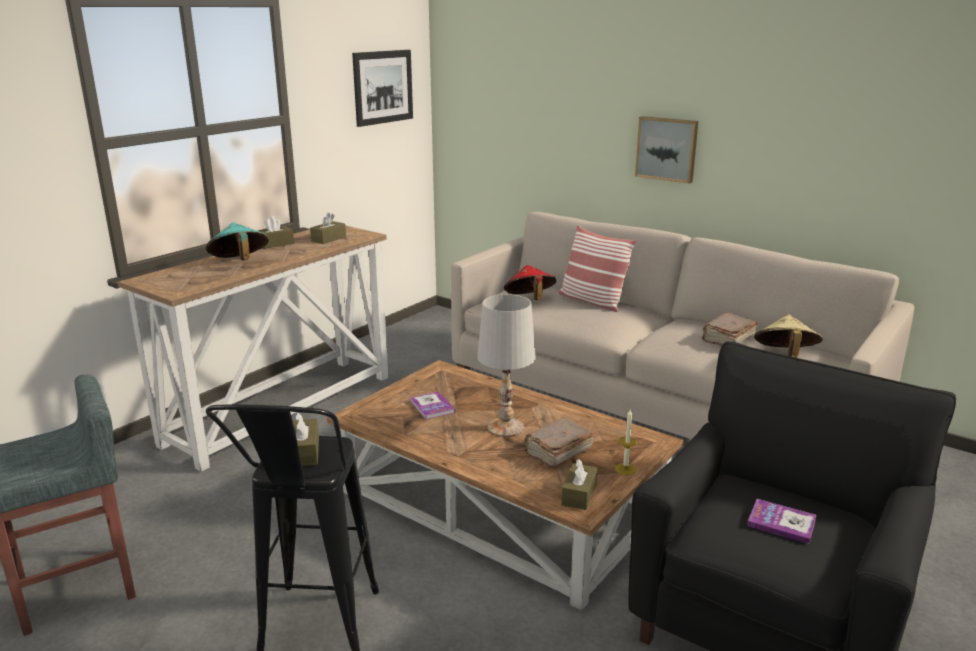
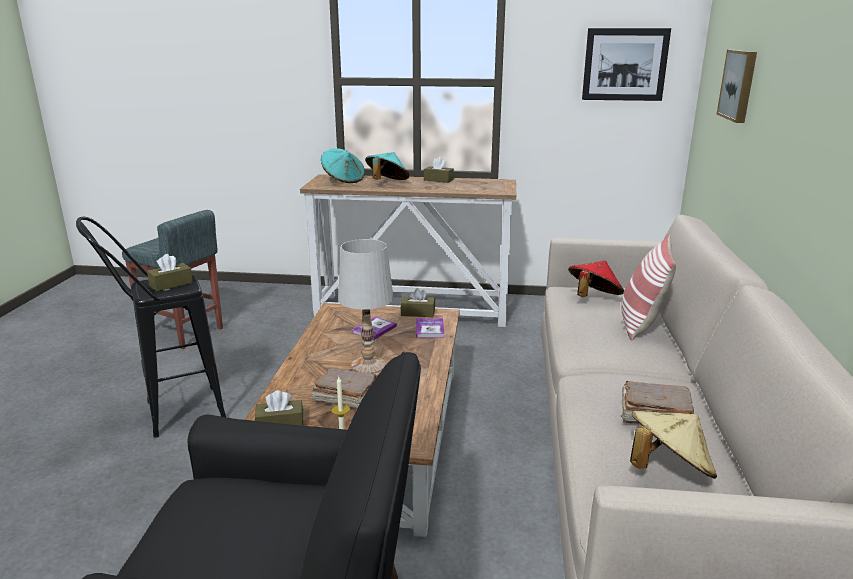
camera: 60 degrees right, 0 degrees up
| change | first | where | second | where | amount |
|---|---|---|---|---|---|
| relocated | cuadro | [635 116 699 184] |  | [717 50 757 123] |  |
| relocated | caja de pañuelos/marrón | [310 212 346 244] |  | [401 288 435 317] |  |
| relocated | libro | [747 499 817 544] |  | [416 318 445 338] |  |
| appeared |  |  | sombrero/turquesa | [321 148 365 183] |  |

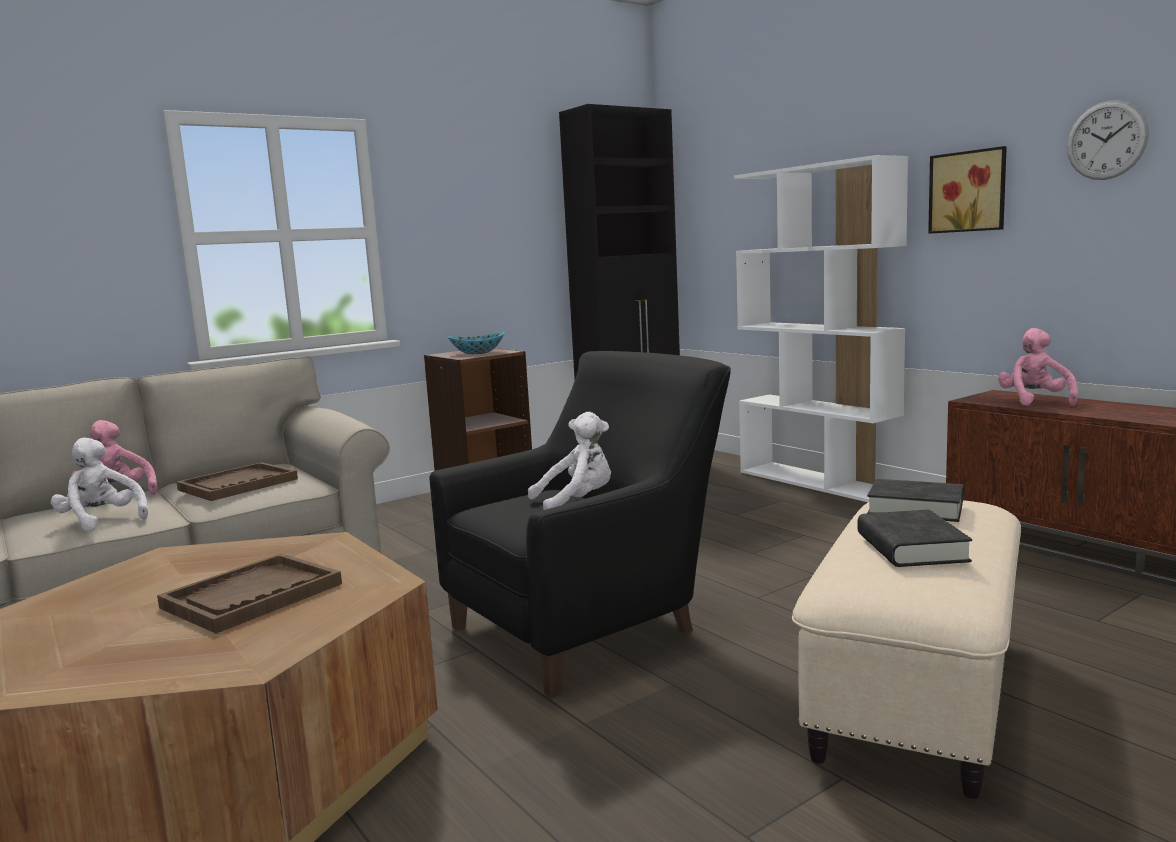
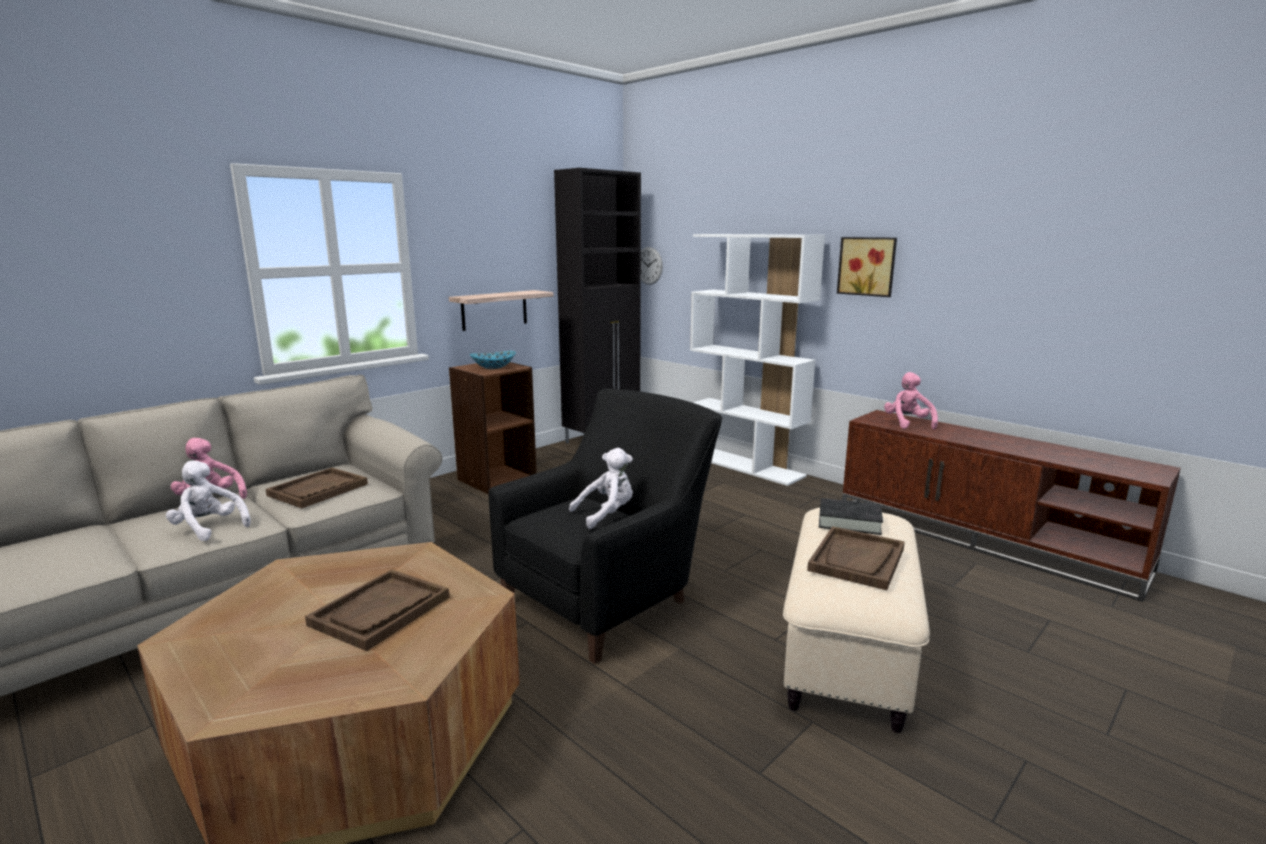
camera: 10 degrees left, 5 degrees up
| change | first | where | second | where | amount |
|---|---|---|---|---|---|
| relocated | reloj de pared | [1067 100 1149 180] |  | [641 247 663 285] |  |
| exchanged | libro/negro | [857 510 972 567] | bandeja/marrón | [807 526 905 590] |  |
| appeared |  |  | estante | [449 290 554 331] |  |

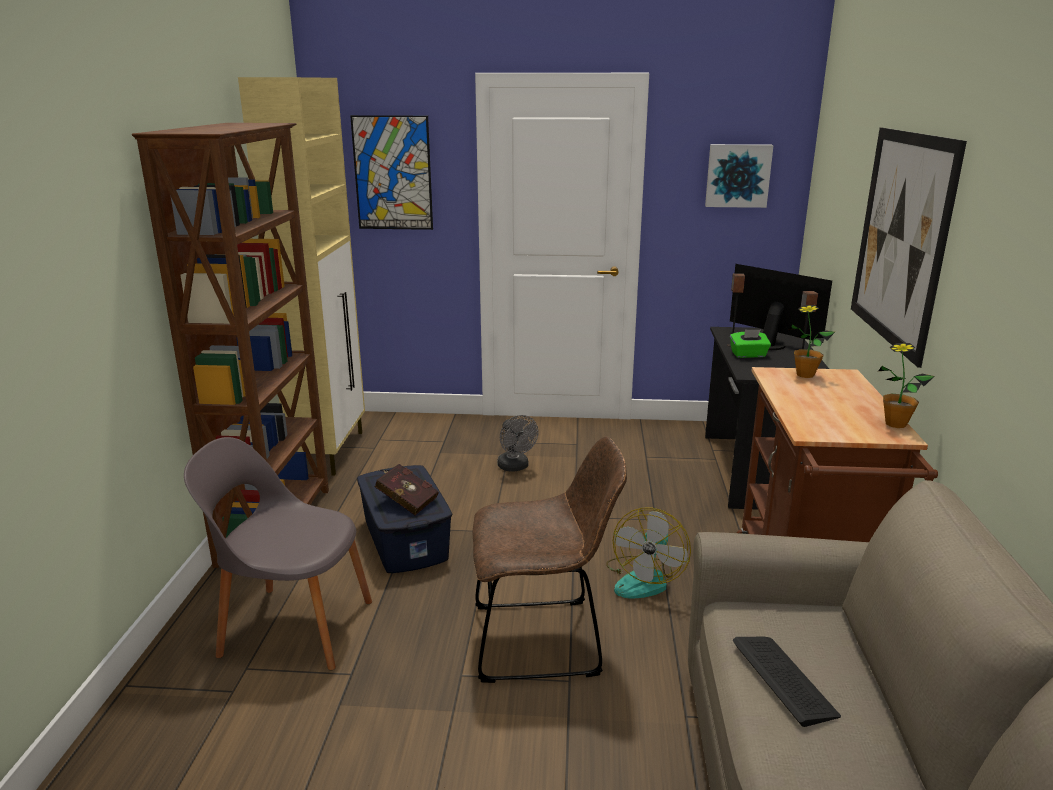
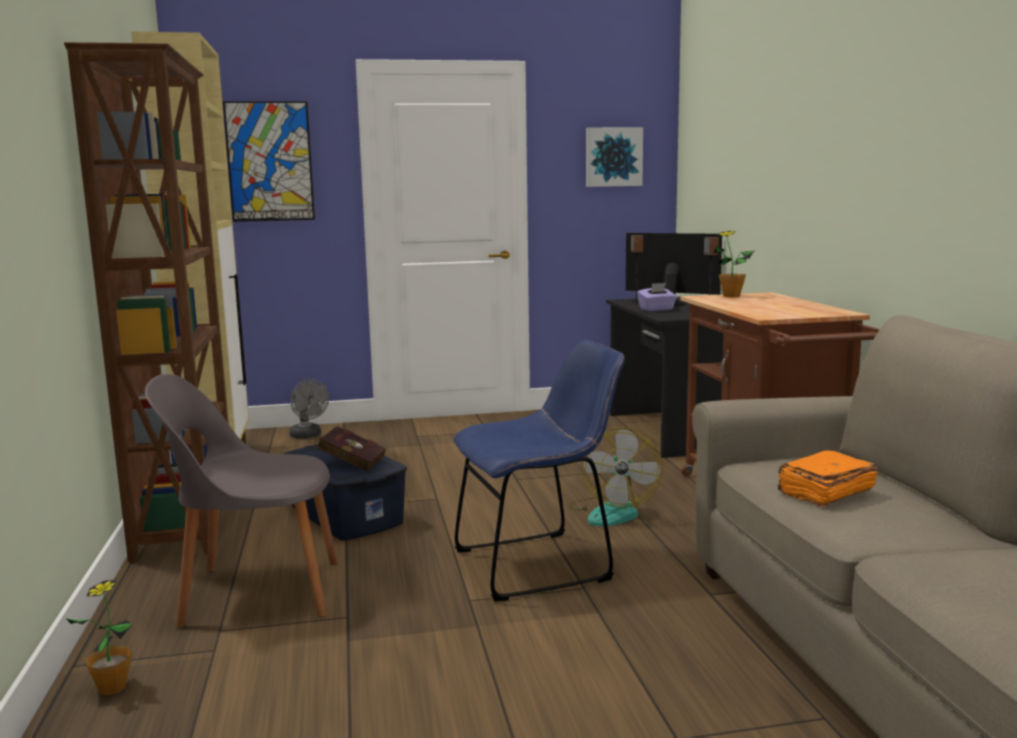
camera: 15 degrees left, 10 degrees down
| change | first | where | second | where | amount |
|---|---|---|---|---|---|
| missing | cuadro | [851 128 967 368] |  |  |  |
| colour | caja de pañuelos/verde | [730 329 771 358] | caja de pañuelos/morado | [637 283 677 311] |  |
| relocated | planta en maceta | [878 343 935 428] |  | [65 580 132 695] |  |
| relocated | ventilador/gris | [497 415 539 472] |  | [289 379 329 439] |  |
| colour | silla/marrón | [473 436 627 683] | silla/azul | [453 340 625 601] |  |
| exchanged | teclado | [733 637 841 727] | libro/naranja | [777 450 878 507] |  |

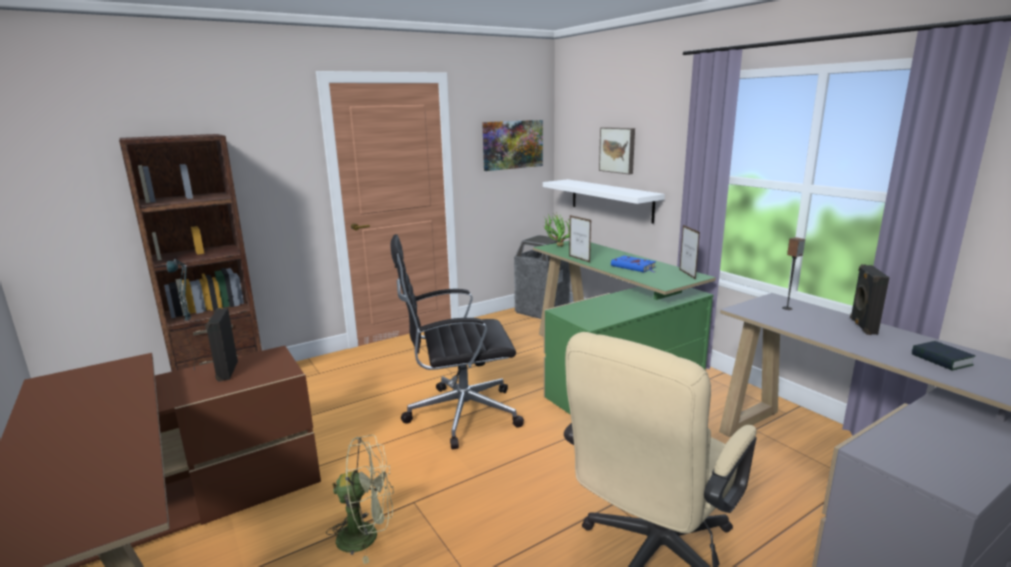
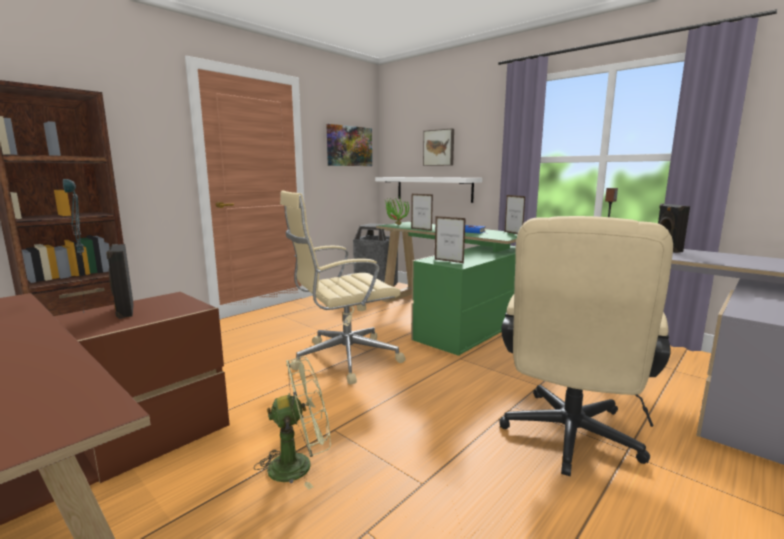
camera: 15 degrees left, 5 degrees down
| change | first | where | second | where | amount |
|---|---|---|---|---|---|
| colour | silla de oficina/negro | [391 234 524 449] | silla de oficina/beis | [280 191 406 385] |  |
| missing | libro | [912 341 975 371] |  |  |  |
| appeared |  |  | portarretratos | [435 216 466 263] |  |

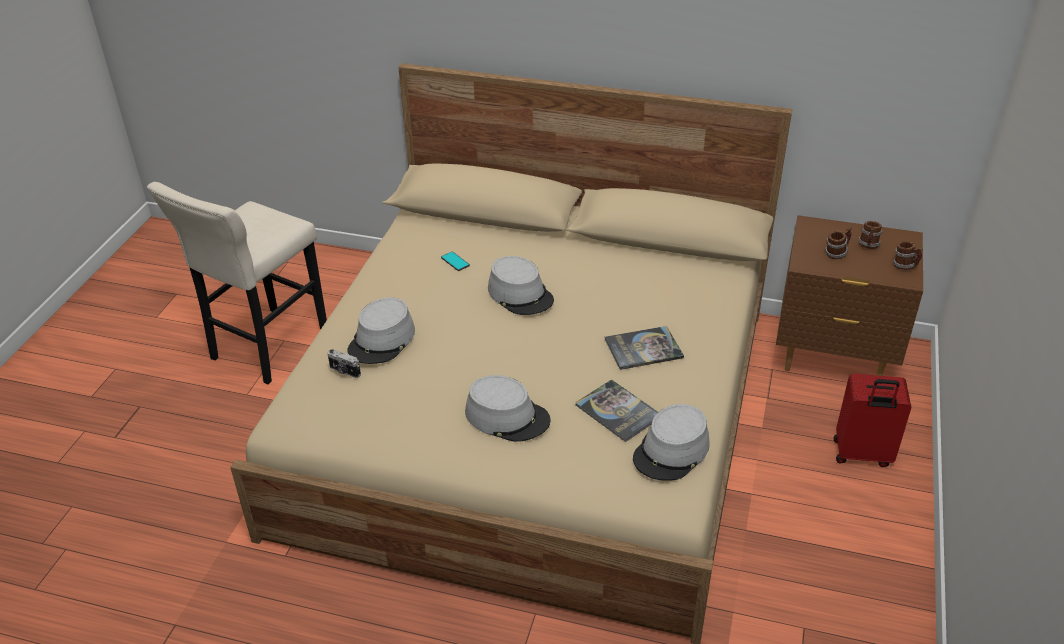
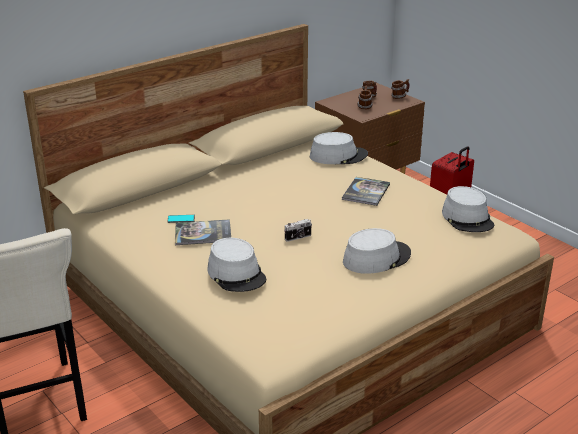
camera: 55 degrees left, 10 degrees down
| change | first | where | second | where | amount |
|---|---|---|---|---|---|
| relocated | sombrero/gris | [488 256 554 315] |  | [310 132 368 164] |  |
| relocated | cámara | [327 349 361 378] |  | [284 219 312 242] |  |
| relocated | libro | [575 379 658 442] |  | [175 219 231 245] |  |

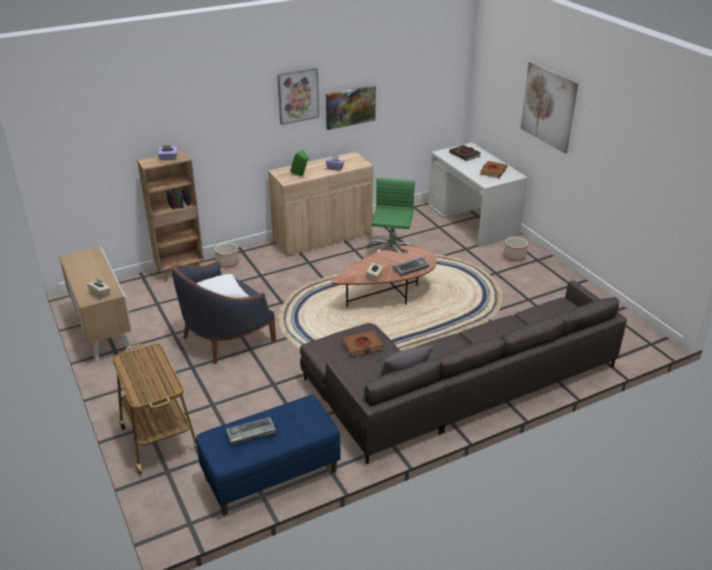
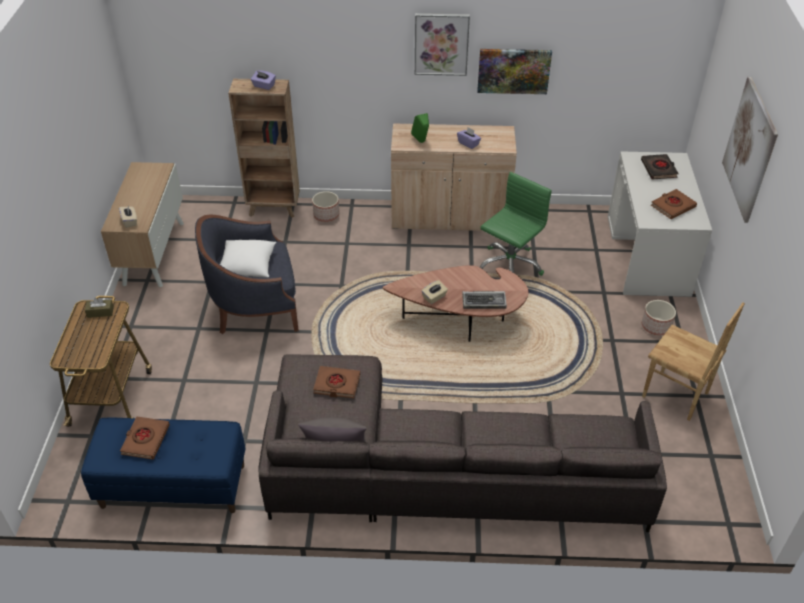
camera: 30 degrees right, 10 degrees up
| change | first | where | second | where | amount |
|---|---|---|---|---|---|
| exchanged | teclado | [226 417 276 445] | libro/marrón | [120 416 170 460] |  |
| appeared |  |  | caja de pañuelos/marrón | [85 298 114 318] |  |
| appeared |  |  | silla/marrón | [642 302 745 421] |  |

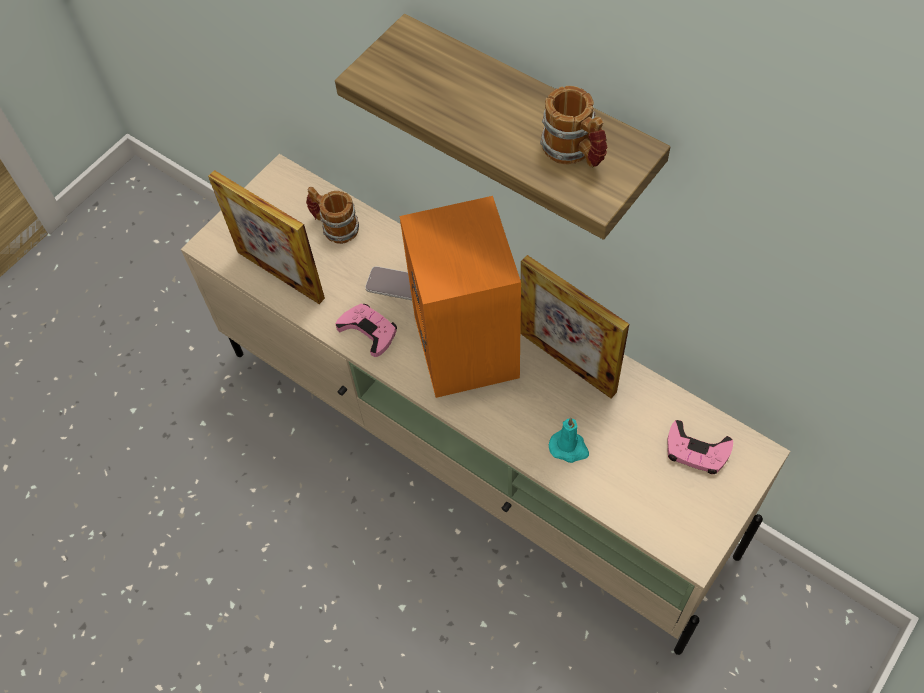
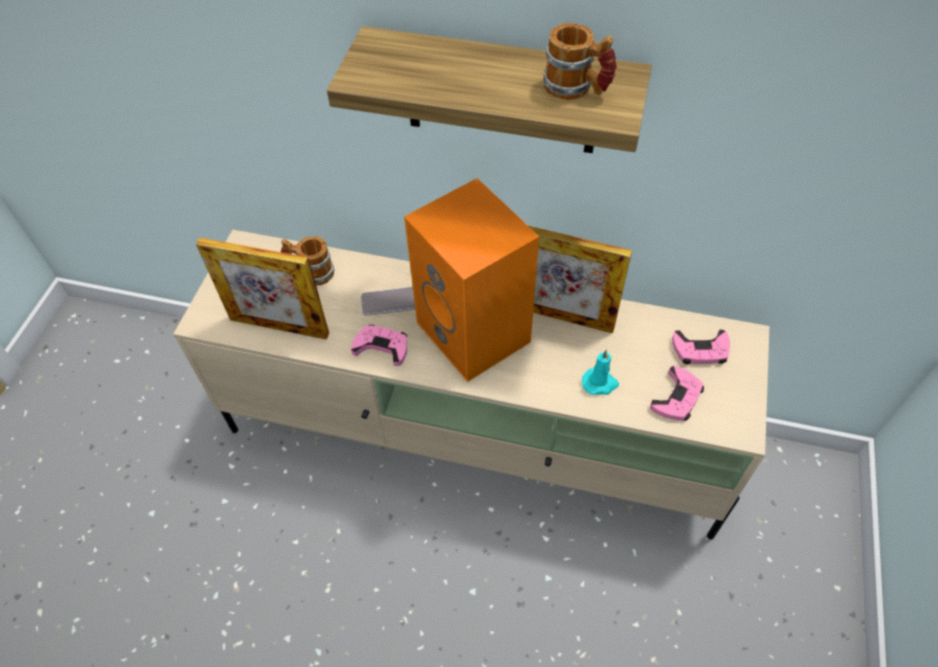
camera: 25 degrees left, 5 degrees down
| change | first | where | second | where | amount |
|---|---|---|---|---|---|
| appeared |  |  | mando de consola/rosa | [650 366 704 421] |  |

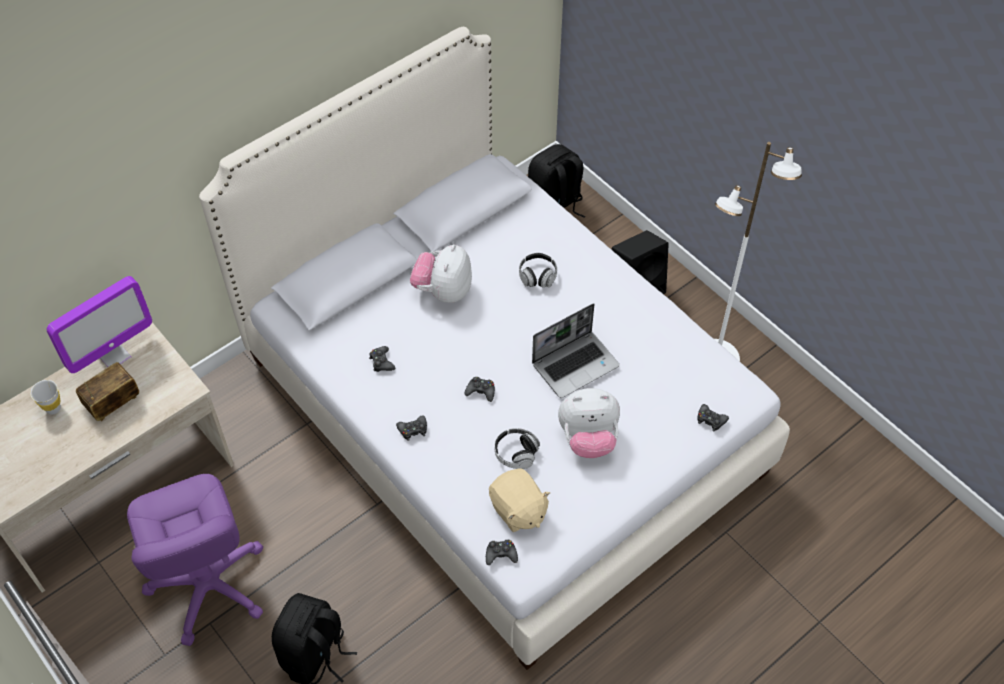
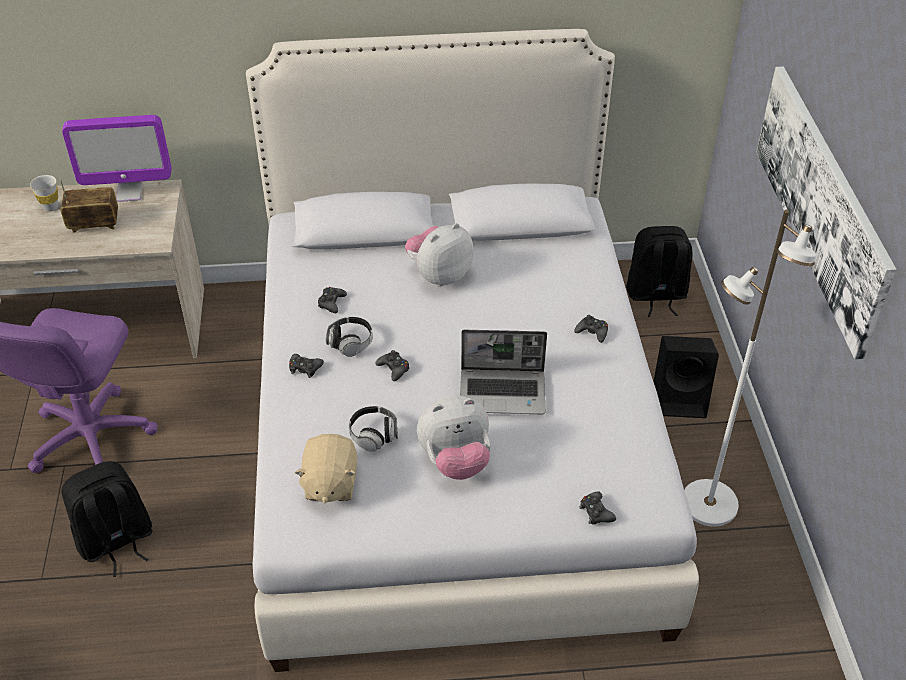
camera: 35 degrees right, 10 degrees down
| change | first | where | second | where | amount |
|---|---|---|---|---|---|
| relocated | auriculares | [519 253 557 288] |  | [326 317 373 357] |  |
| spun | peluche | [558 388 620 458] |  | [417 396 491 480] | 45 degrees counterclockwise |
| relocated | mando de consola/negro | [486 540 518 565] |  | [574 315 608 343] |  |
| appeared |  |  | cuadro | [756 67 897 360] |  |

